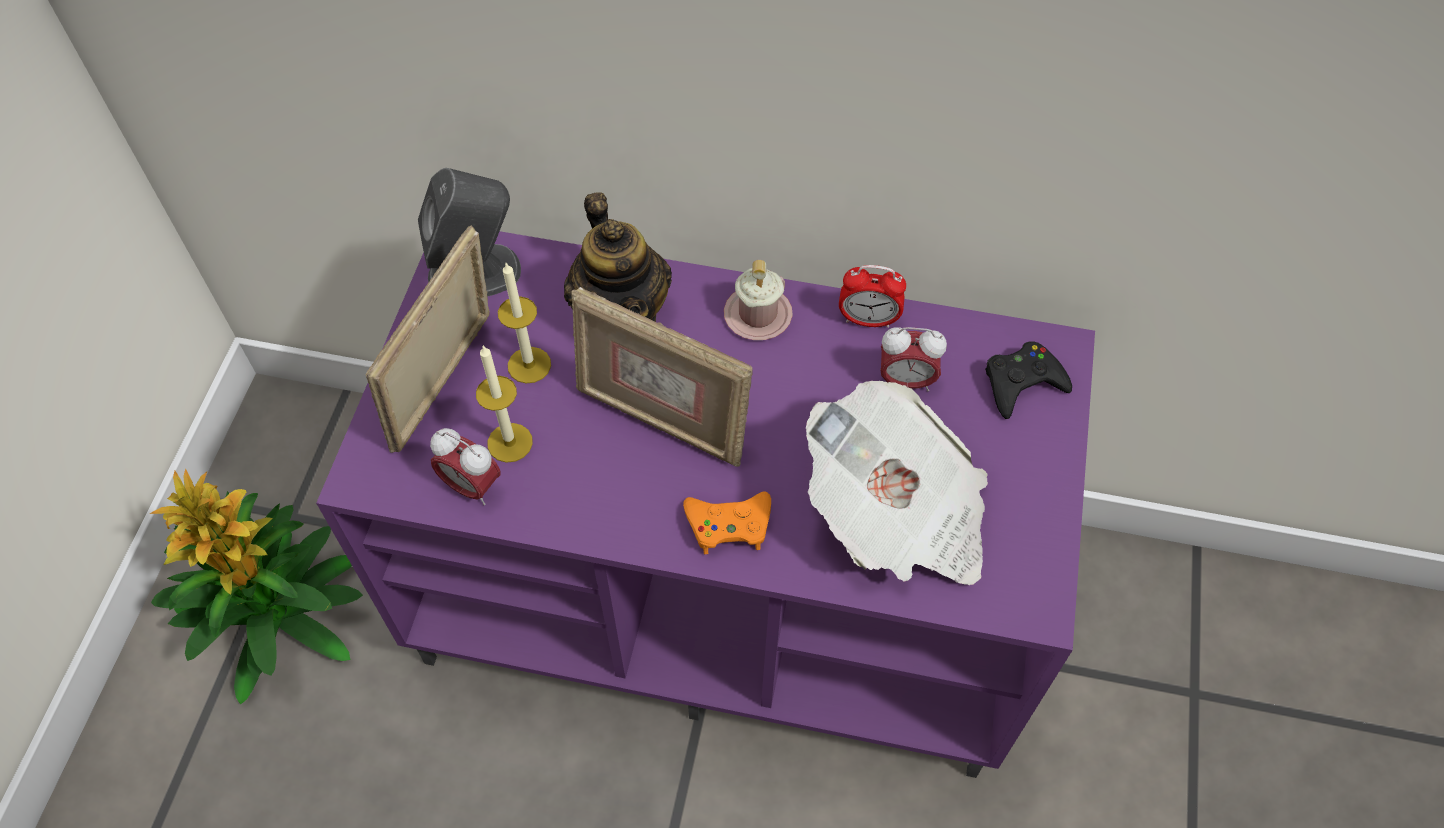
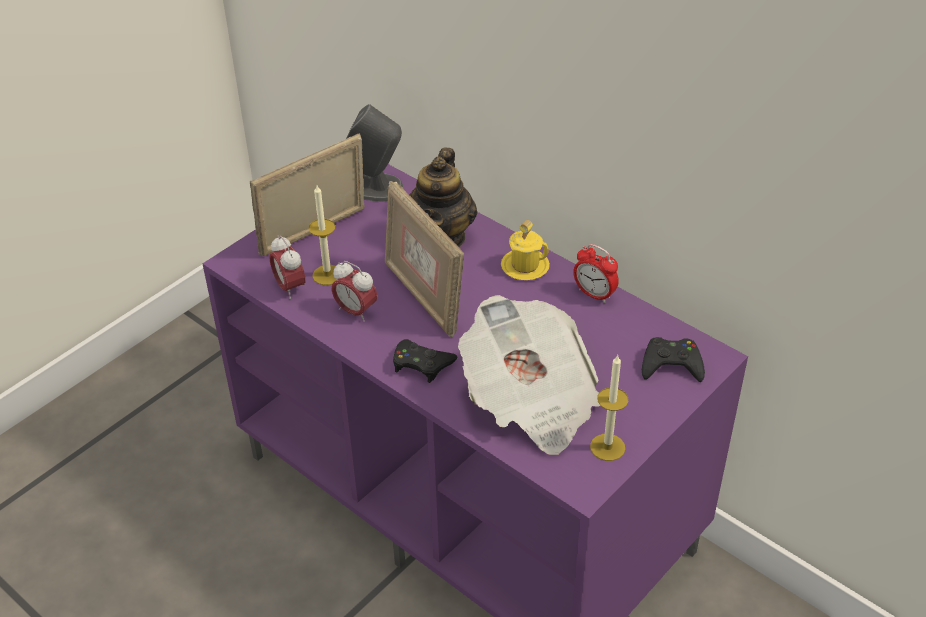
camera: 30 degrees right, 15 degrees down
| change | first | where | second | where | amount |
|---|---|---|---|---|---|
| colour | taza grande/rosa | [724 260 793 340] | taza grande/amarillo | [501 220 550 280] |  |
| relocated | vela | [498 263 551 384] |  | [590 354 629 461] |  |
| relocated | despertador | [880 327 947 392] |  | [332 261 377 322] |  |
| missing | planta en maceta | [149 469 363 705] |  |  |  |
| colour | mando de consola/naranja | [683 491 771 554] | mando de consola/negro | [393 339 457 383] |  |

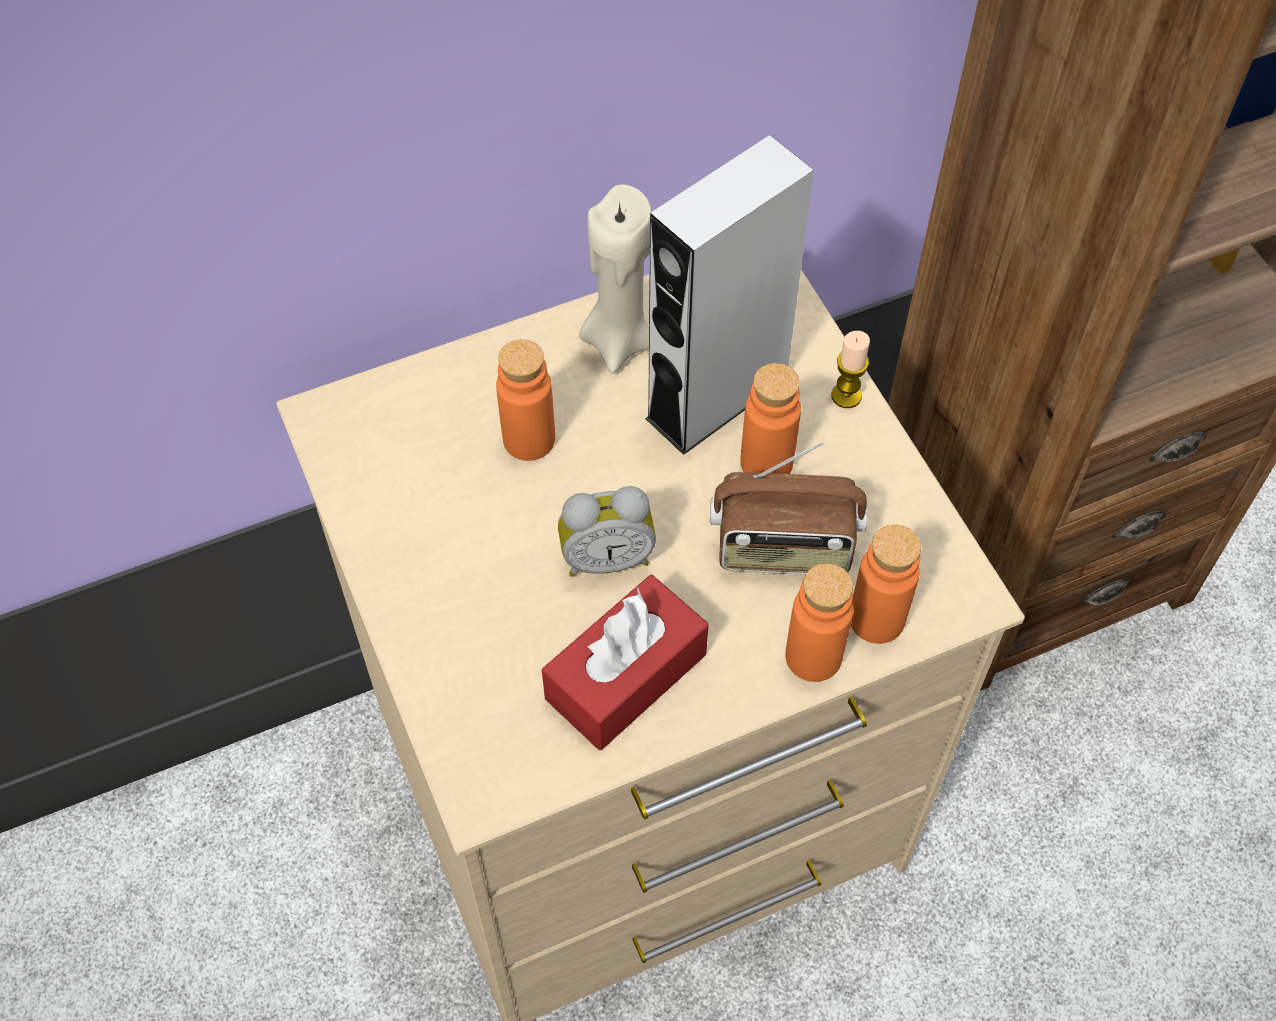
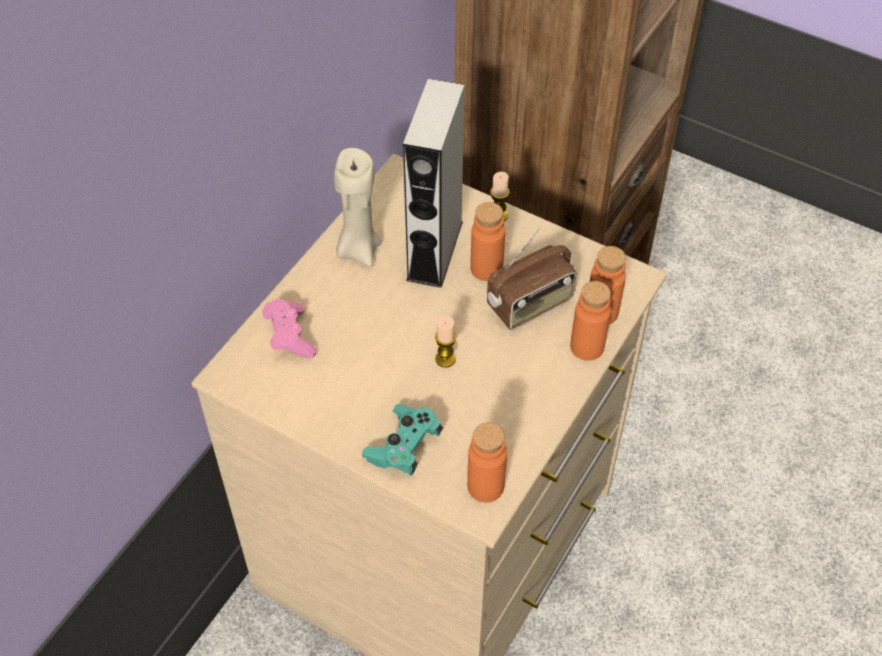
camera: 35 degrees left, 5 degrees down
| change | first | where | second | where | amount |
|---|---|---|---|---|---|
| relocated | botella/naranja | [496 339 555 461] |  | [467 423 507 502] |  |
| exchanged | despertador | [558 486 656 577] | vela | [435 316 456 368] |  |
| missing | caja de pañuelos/rojo | [542 575 709 750] |  |  |  |
| appeared |  |  | mando de consola/rosa | [262 299 316 359] |  |
| appeared |  |  | mando de consola/turquesa | [362 404 443 475] |  |

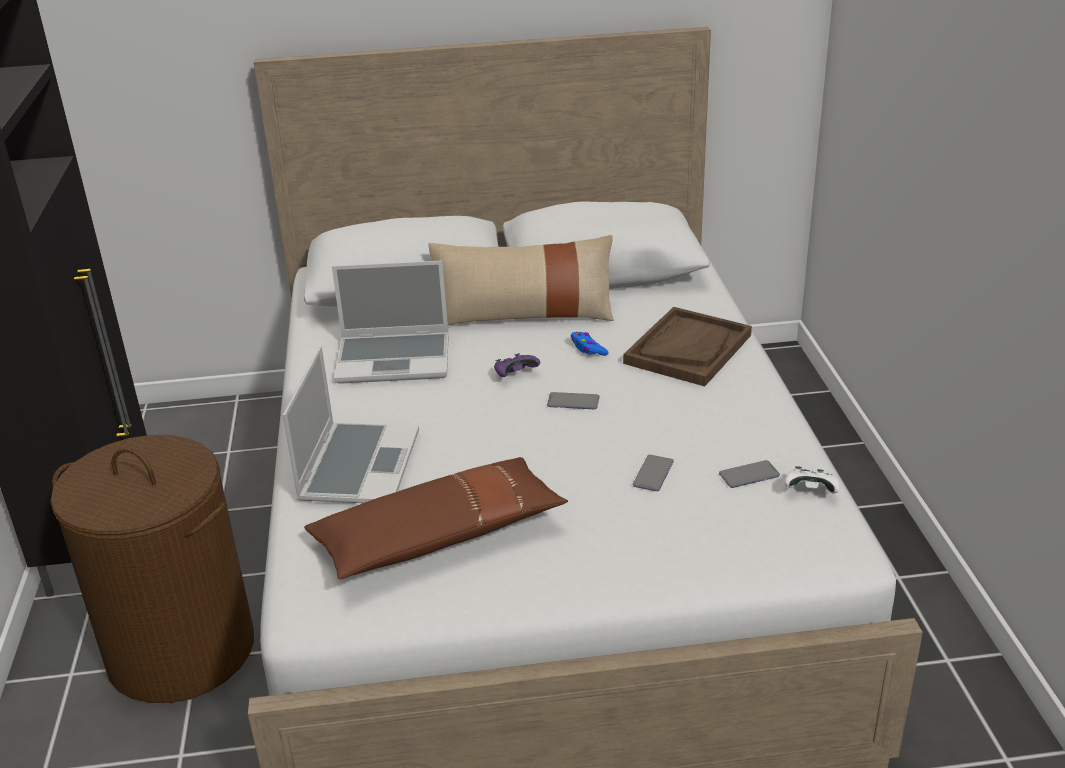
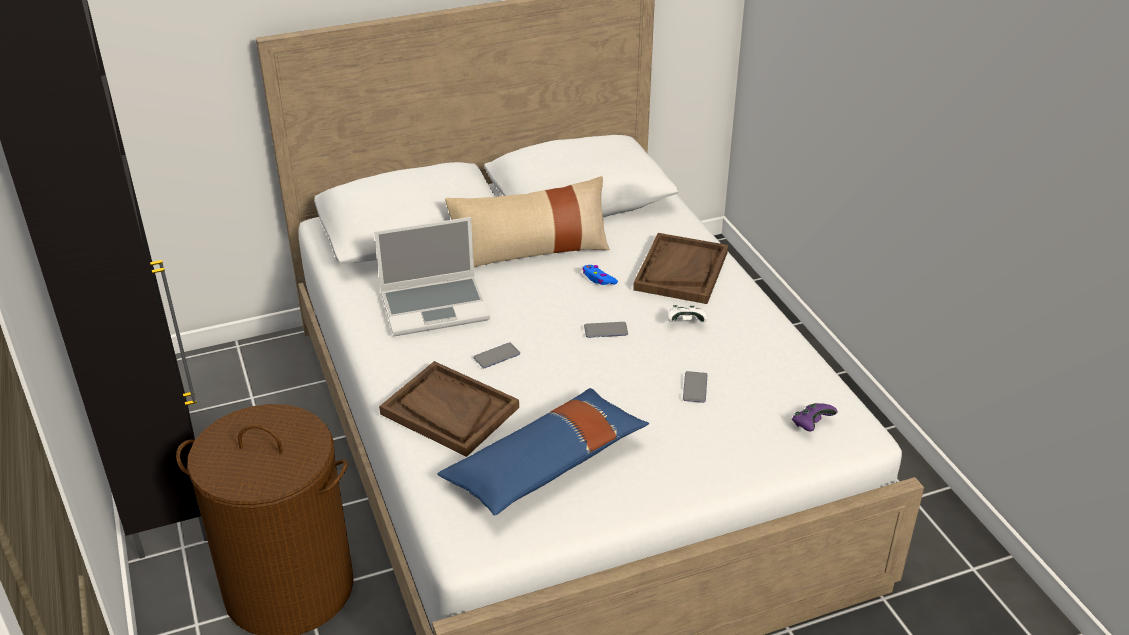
camera: 15 degrees left, 5 degrees up
| change | first | where | second | where | amount |
|---|---|---|---|---|---|
| exchanged | portátil | [283 346 419 503] | bandeja/marrón | [379 361 519 457] |  |
| relocated | mando de consola/morado | [494 353 540 377] |  | [792 403 837 432] |  |
| colour | cojín/marrón | [304 457 568 579] | cojín/azul | [437 388 649 516] |  |
| relocated | móvil | [719 460 780 488] |  | [473 342 520 368] |  |
| relocated | mando de consola/blanco | [785 466 840 493] |  | [668 305 708 322] |  |

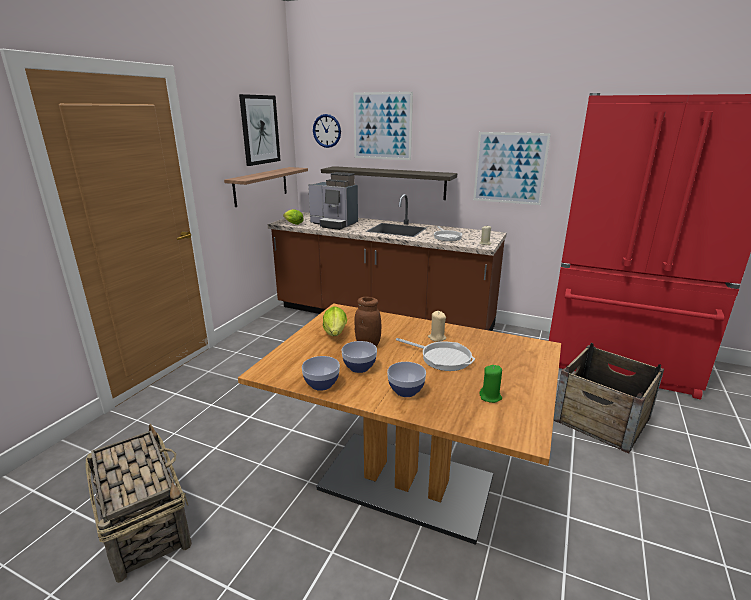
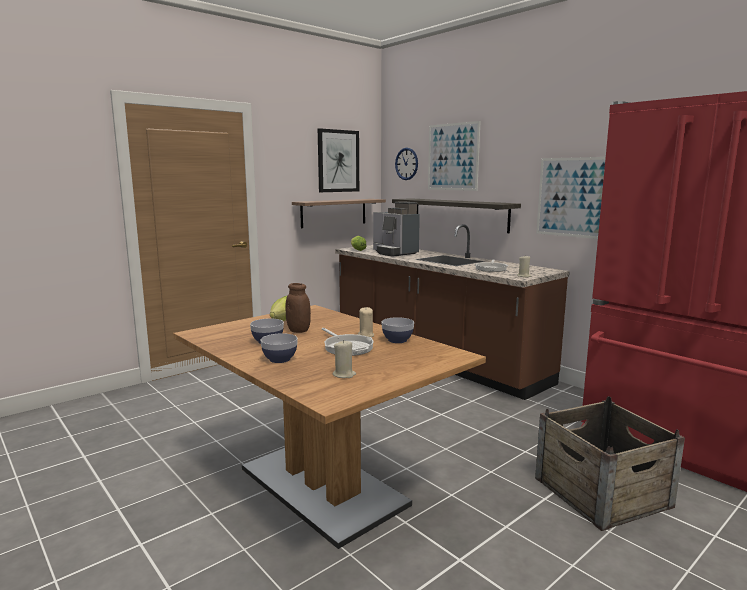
camera: 25 degrees right, 10 degrees down
| change | first | where | second | where | amount |
|---|---|---|---|---|---|
| relocated | cuenco | [302 356 340 391] |  | [382 317 414 343] |  |
| colour | vela/verde | [479 365 502 403] | vela/beis | [332 340 356 378] |  |
| missing | cesta | [86 424 192 583] |  |  |  |

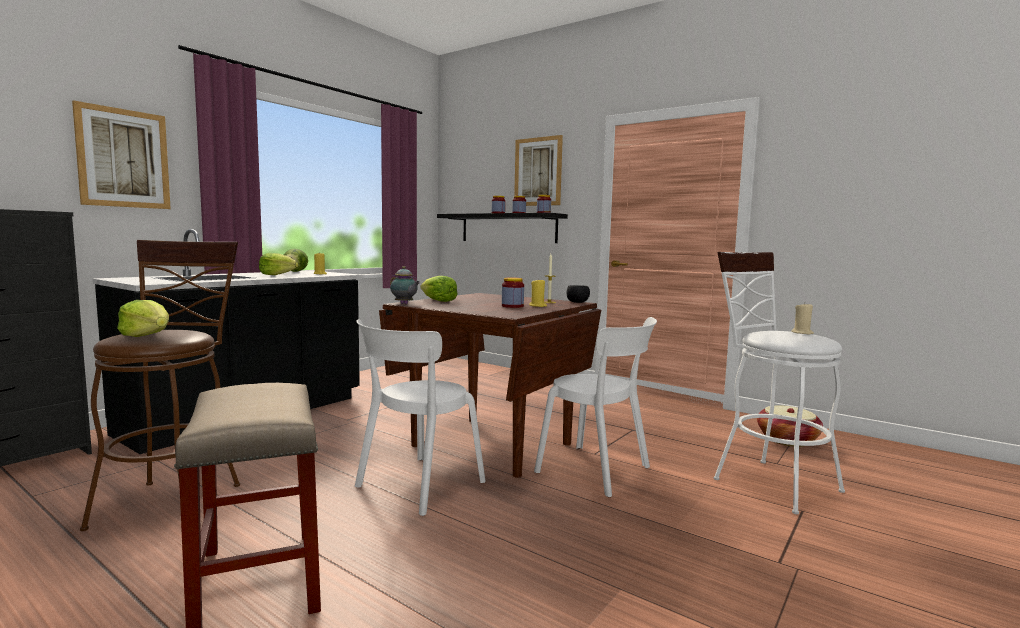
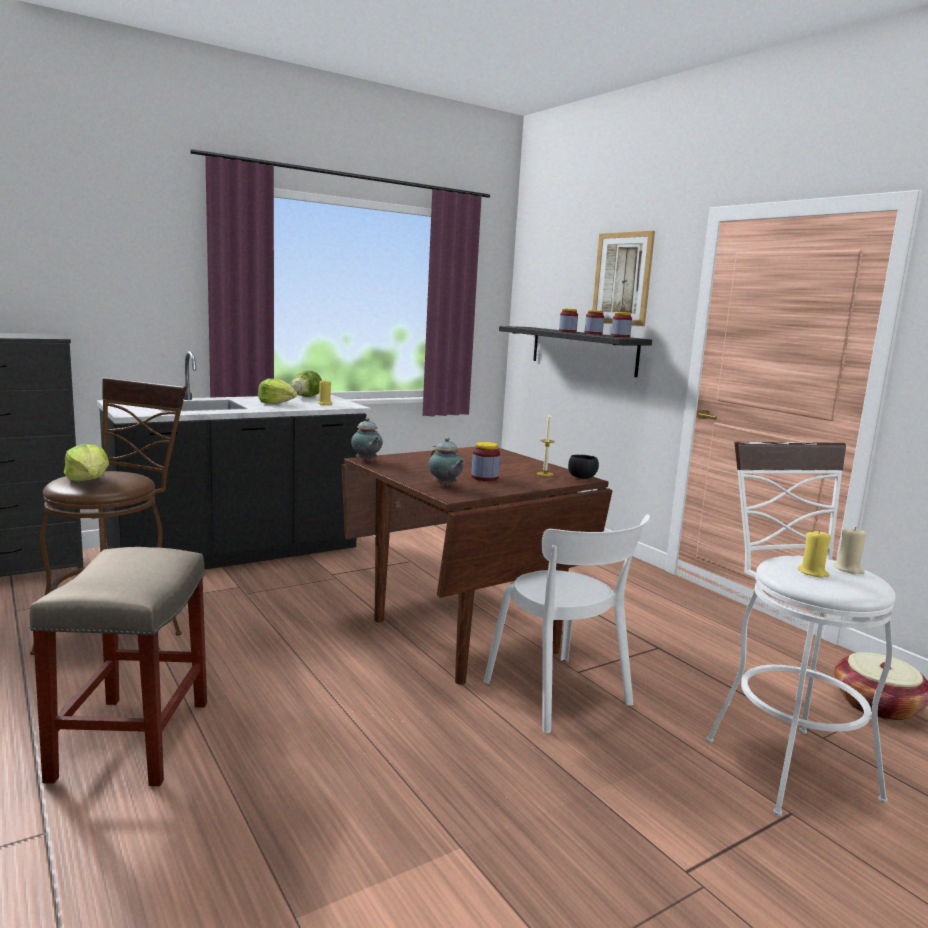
camera: 20 degrees right, 5 degrees up
| change | first | where | second | where | amount |
|---|---|---|---|---|---|
| missing | cuadro | [72 100 171 209] |  |  |  |
| missing | lechuga | [420 276 457 302] |  |  |  |
| relocated | vela/amarillo | [529 278 547 307] |  | [798 529 831 578] |  |
| missing | silla/blanco | [355 319 486 516] |  |  |  |
| appeared |  |  | tetera | [428 437 465 487] |  |

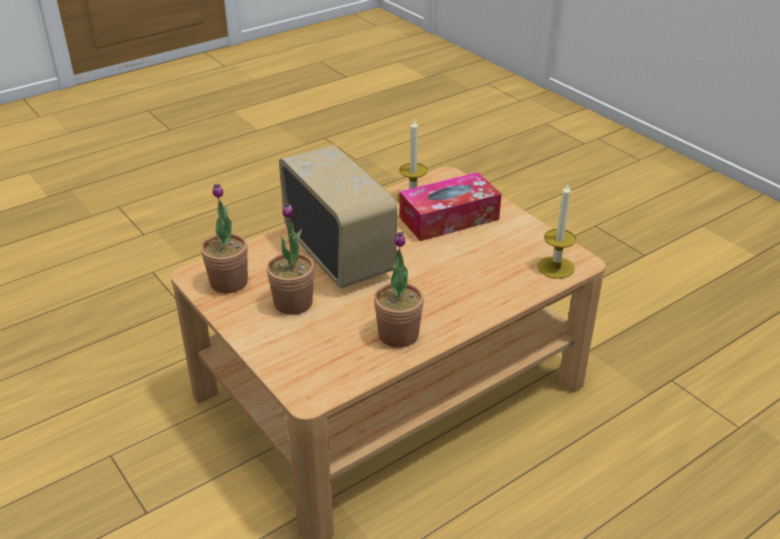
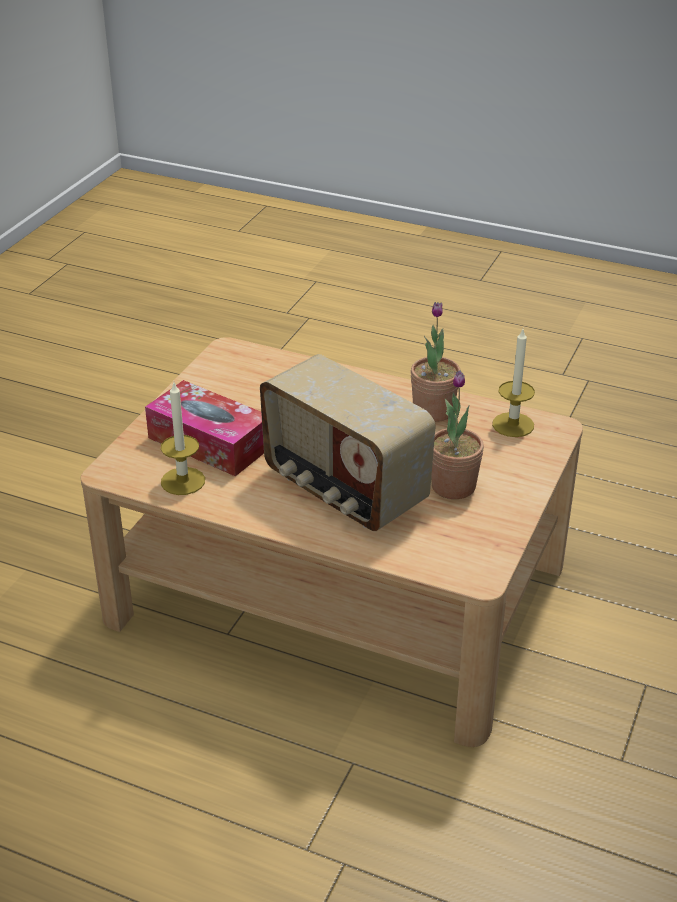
camera: 120 degrees left, 0 degrees up
| change | first | where | second | where | amount |
|---|---|---|---|---|---|
| spun | radio | [279 145 397 288] |  | [260 354 436 531] | 75 degrees counterclockwise |
| relocated | vela | [537 183 576 279] |  | [492 329 535 437] |  |
| missing | planta en maceta | [201 184 248 293] |  |  |  |

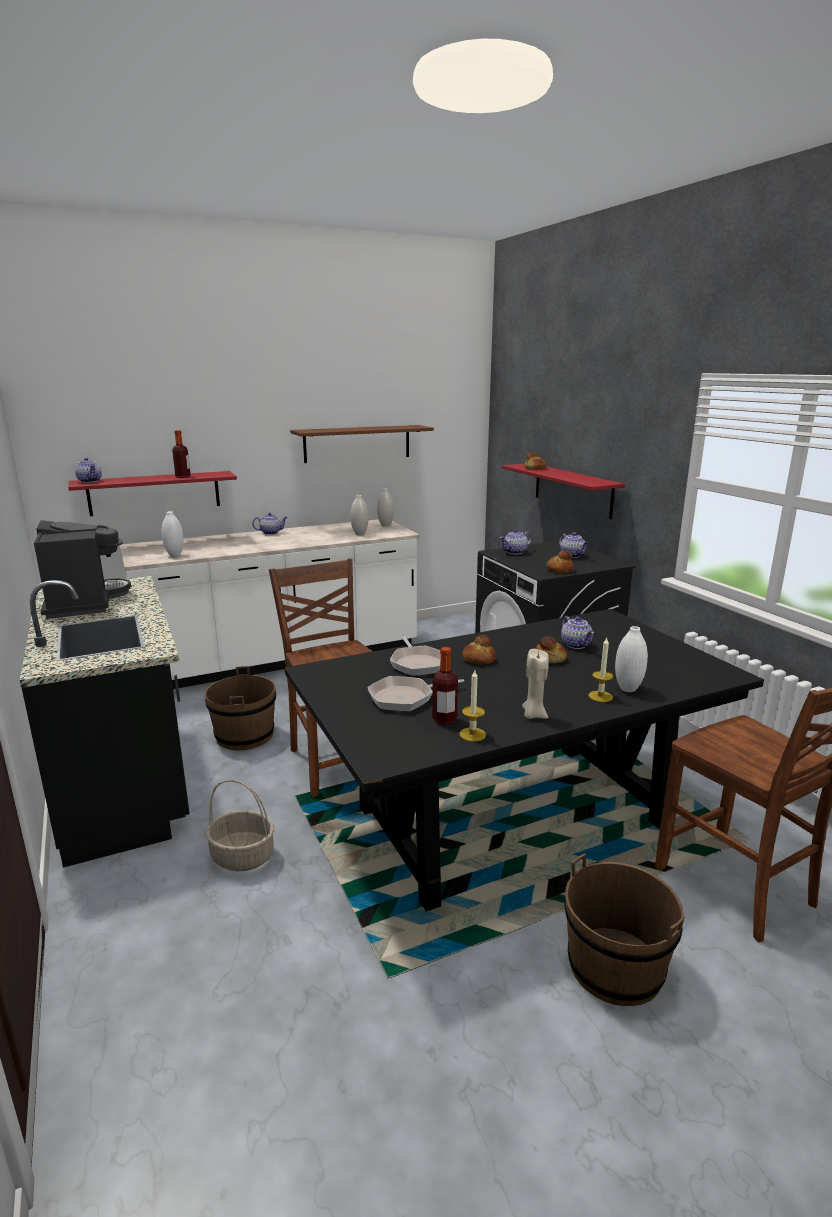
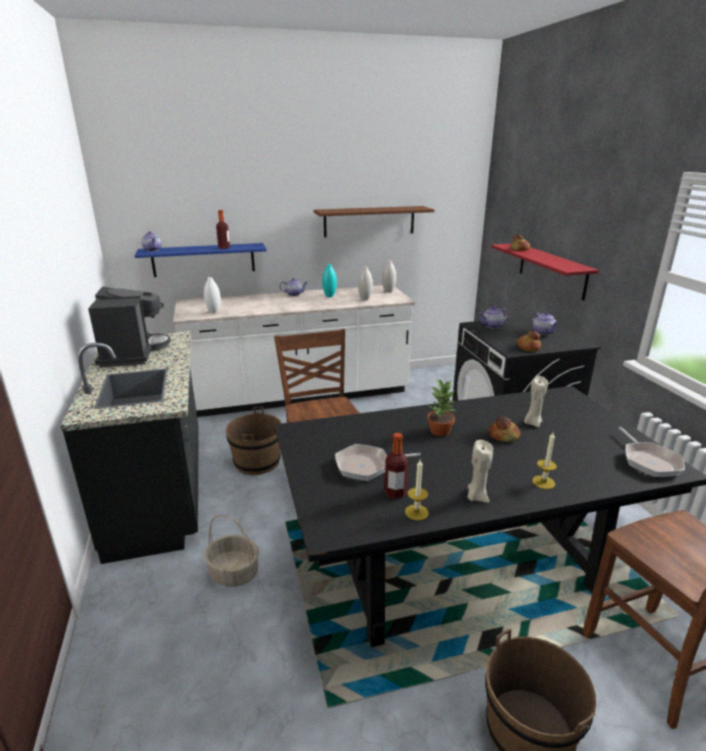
camera: 10 degrees right, 5 degrees up
| change | first | where | second | where | amount |
|---|---|---|---|---|---|
| colour | estante/rojo | [68 471 237 516] | estante/azul | [135 243 267 277] |  |
| exchanged | tetera | [561 616 594 649] | vela/beis | [524 376 548 427] |  |
| missing | florero/blanco | [615 626 648 692] |  |  |  |
| relocated | sartén | [390 635 441 676] |  | [618 427 685 477] |  |
| exchanged | pan | [462 635 496 664] | planta en maceta | [427 378 455 436] |  |
| appeared |  |  | florero/turquesa | [322 264 337 297] |  |

